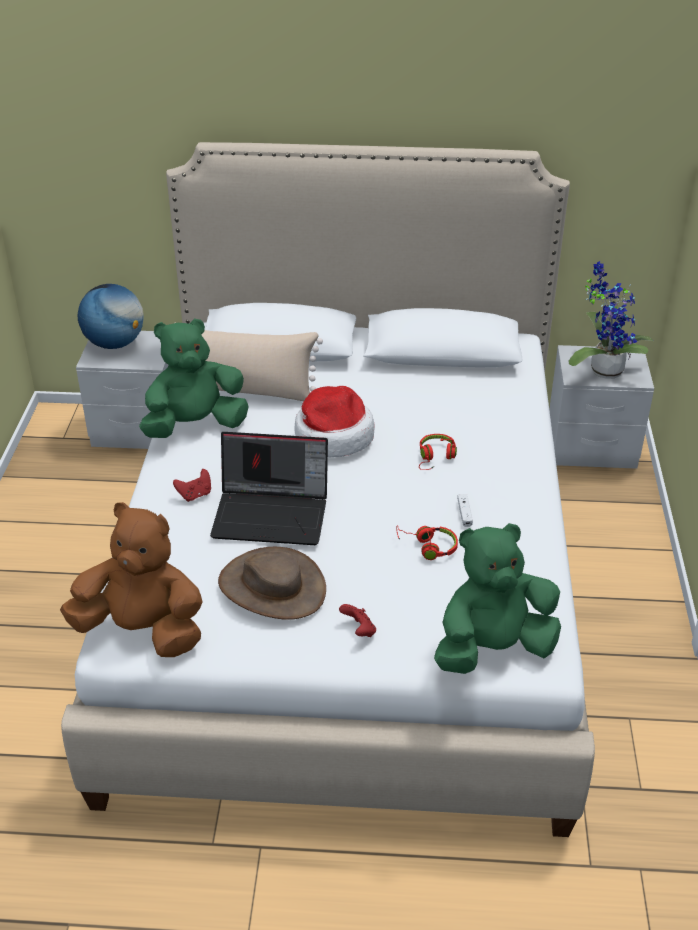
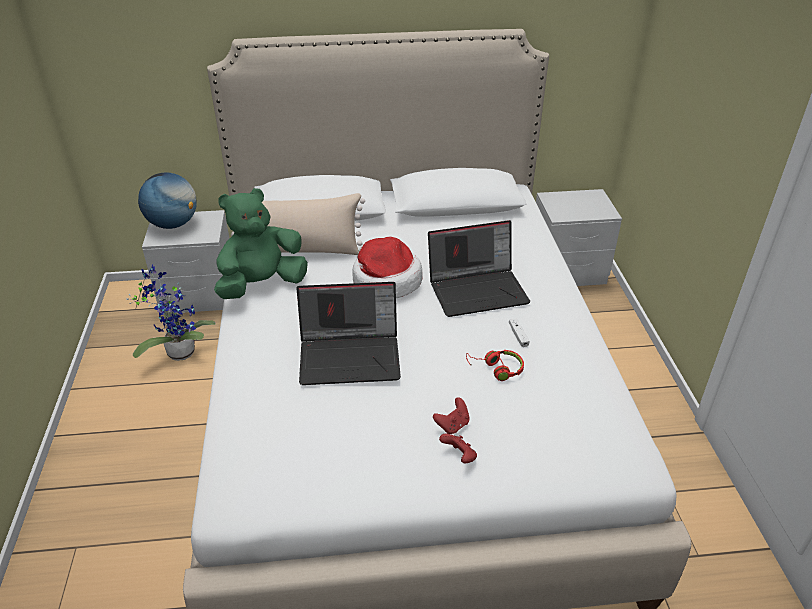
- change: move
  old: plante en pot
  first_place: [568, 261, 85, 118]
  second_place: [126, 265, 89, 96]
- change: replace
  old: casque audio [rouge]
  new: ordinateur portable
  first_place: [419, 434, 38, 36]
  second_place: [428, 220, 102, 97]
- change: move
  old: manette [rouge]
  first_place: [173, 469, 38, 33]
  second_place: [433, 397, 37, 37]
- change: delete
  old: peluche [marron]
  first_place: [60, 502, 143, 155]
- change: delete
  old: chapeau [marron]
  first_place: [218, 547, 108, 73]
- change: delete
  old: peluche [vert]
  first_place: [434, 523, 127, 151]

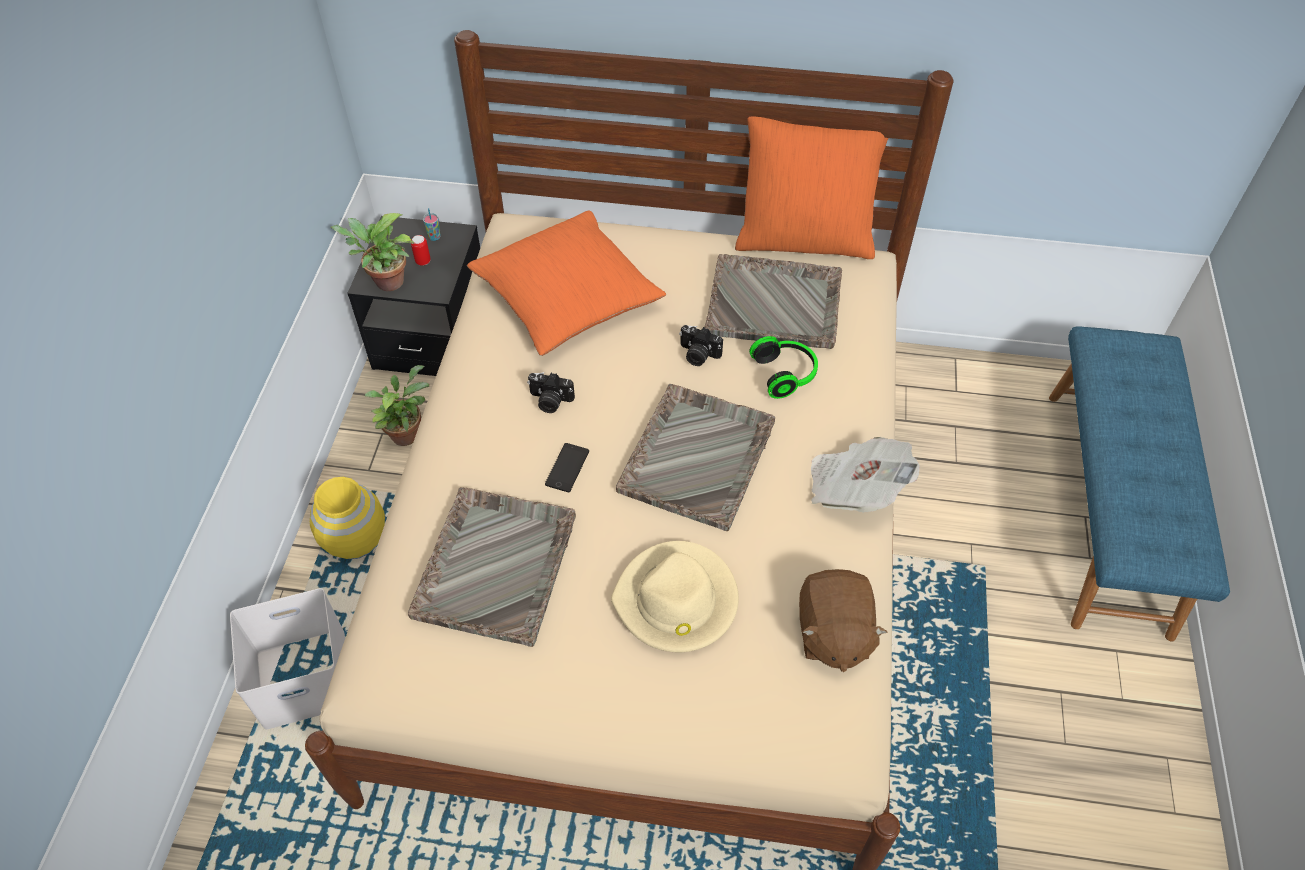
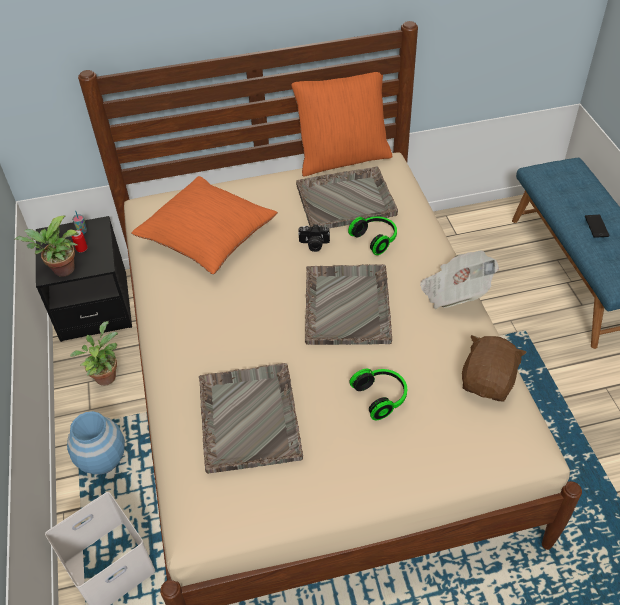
- change: recolor
  old: vase [jaune]
  new: vase [bleu]
  first_place: [310, 477, 75, 82]
  second_place: [67, 411, 58, 64]
- change: replace
  old: chapeau [beige]
  new: casque audio
  first_place: [611, 541, 128, 111]
  second_place: [349, 369, 58, 51]
- change: rotate
  old: peluche [marron]
  first_place: [799, 569, 88, 103]
  second_place: [462, 335, 65, 66]
  degrees: -135
- change: move
  old: téléphone
  first_place: [545, 443, 44, 49]
  second_place: [585, 215, 24, 23]
- change: delete
  old: appareil photo
  first_place: [527, 372, 48, 41]

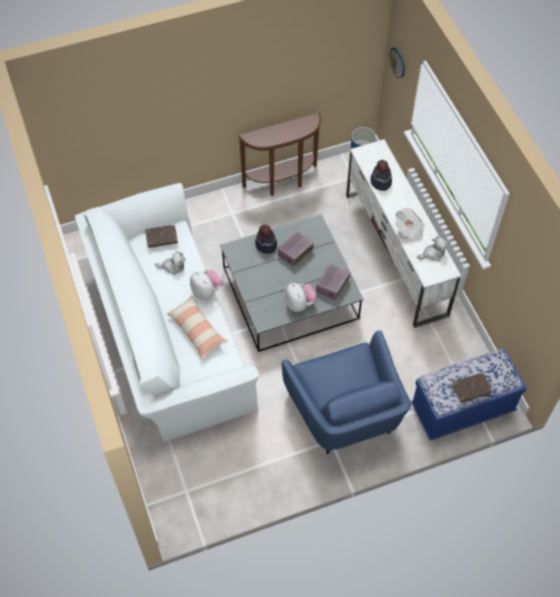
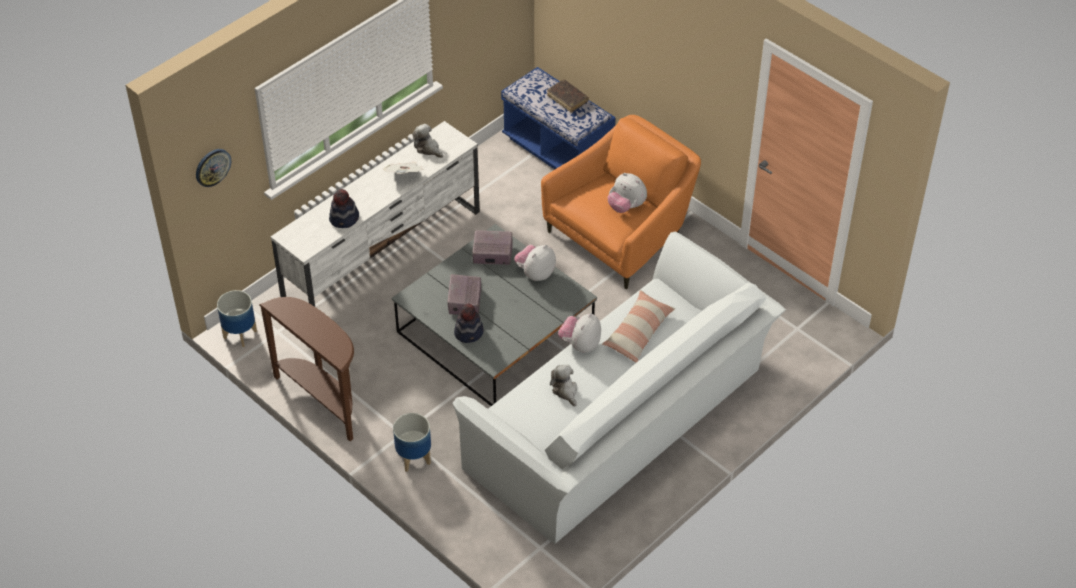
- change: insert
  new: cache-pot
  second_place: [393, 413, 38, 59]
- change: rotate
  old: radio
  first_place: [278, 232, 36, 35]
  second_place: [448, 274, 33, 41]
  degrees: -105
- change: recolor
  old: fauteuil [bleu]
  new: fauteuil [orange]
  first_place: [282, 331, 129, 123]
  second_place: [541, 115, 160, 174]
- change: insert
  new: peluche
  second_place: [608, 173, 39, 40]
- change: delete
  old: livre [marron]
  first_place: [145, 225, 33, 23]

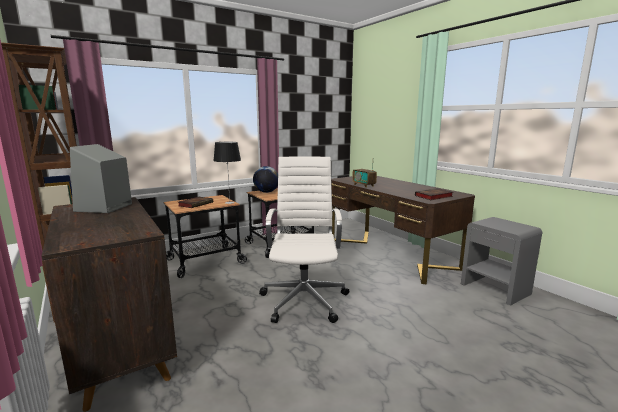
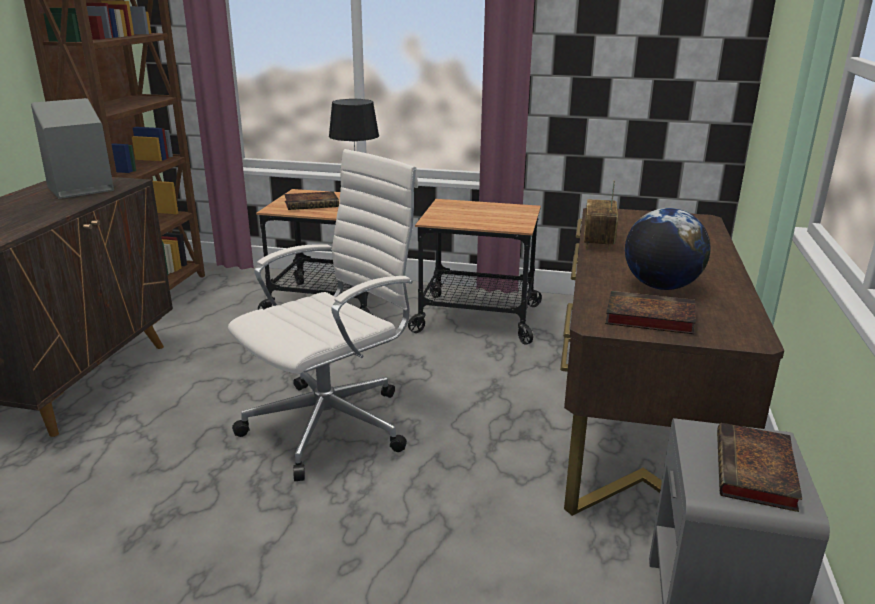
- change: move
  old: globe
  first_place: [253, 166, 25, 27]
  second_place: [625, 208, 86, 82]
- change: insert
  new: livre
  second_place: [717, 423, 85, 89]

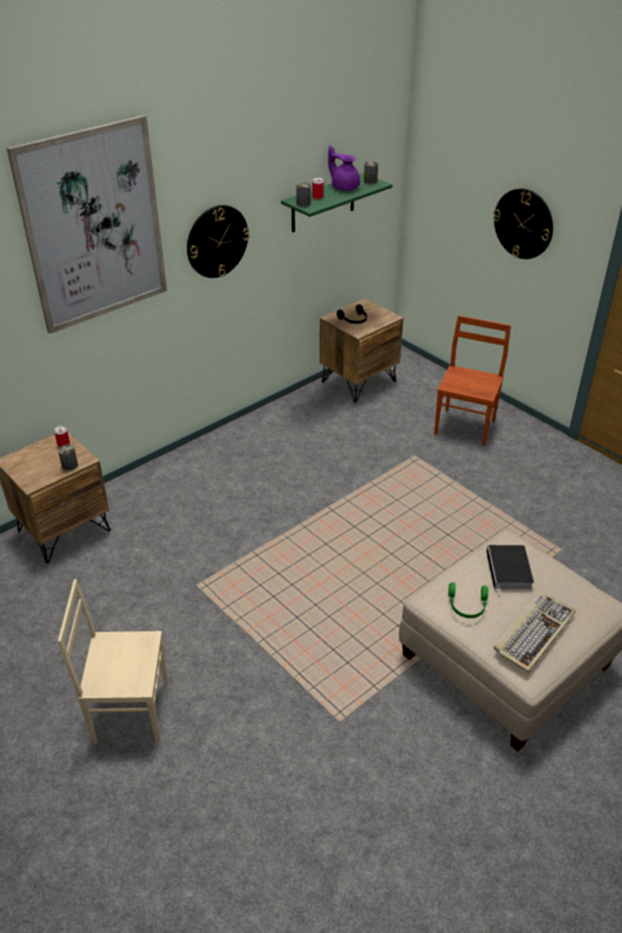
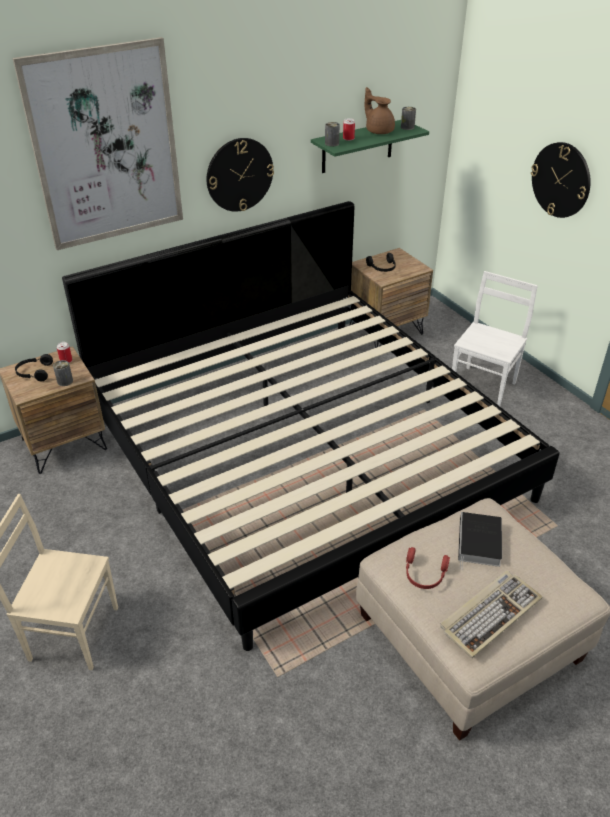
- change: insert
  new: casque audio [noir]
  second_place: [15, 354, 38, 27]
- change: insert
  new: lit
  second_place: [62, 201, 498, 450]
- change: recolor
  old: théière [violet]
  new: théière [marron]
  first_place: [328, 146, 32, 45]
  second_place: [365, 87, 30, 47]
- change: recolor
  old: casque audio [vert]
  new: casque audio [rouge]
  first_place: [448, 582, 40, 36]
  second_place: [406, 547, 44, 42]
- change: recolor
  old: chaise [marron]
  new: chaise [blanc]
  first_place: [434, 315, 77, 131]
  second_place: [452, 271, 86, 135]

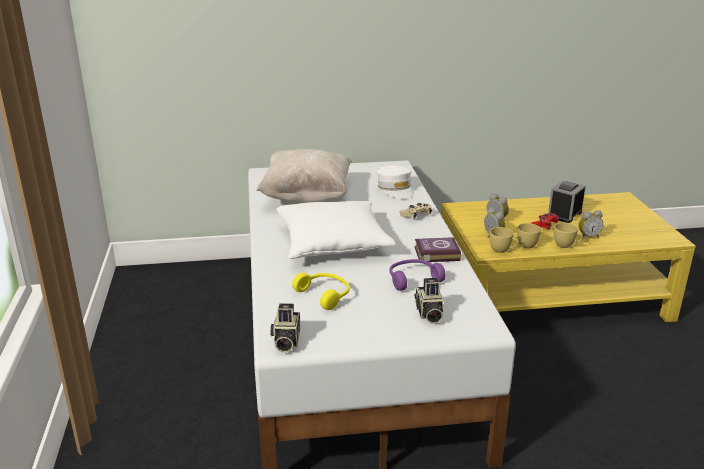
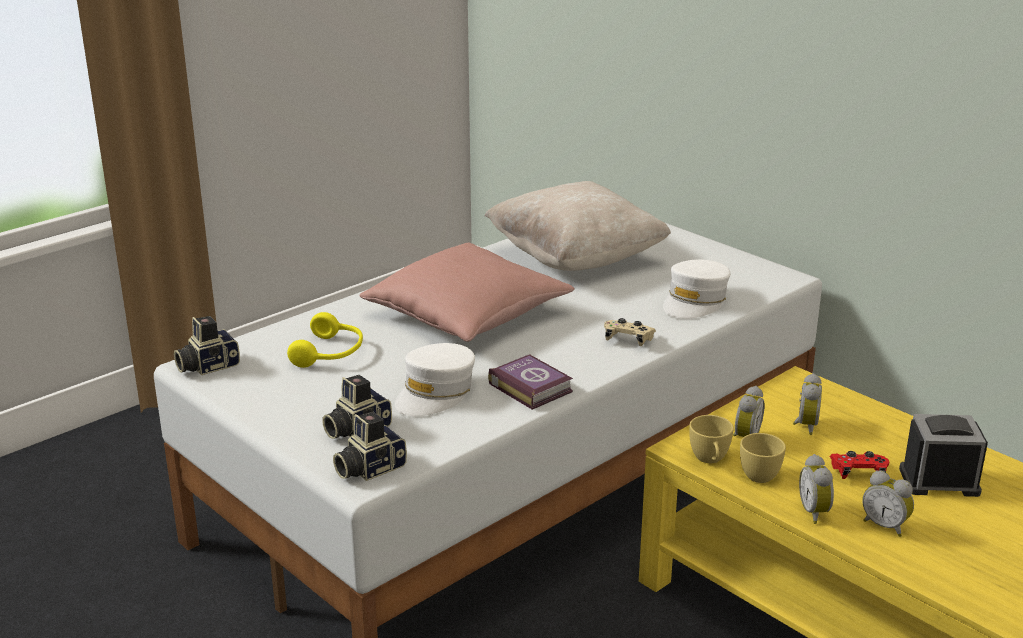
- change: insert
  new: appareil photo
  second_place: [333, 412, 74, 69]
- change: recolor
  old: coussin [blanc]
  new: coussin [rose]
  first_place: [276, 201, 120, 58]
  second_place: [360, 243, 215, 99]
- change: replace
  old: casque audio [violet]
  new: casquette [blanc]
  first_place: [389, 259, 57, 32]
  second_place: [395, 343, 80, 73]
- change: replace
  old: tasse [jaune]
  new: réveil
  first_place: [554, 223, 29, 25]
  second_place: [799, 454, 35, 70]

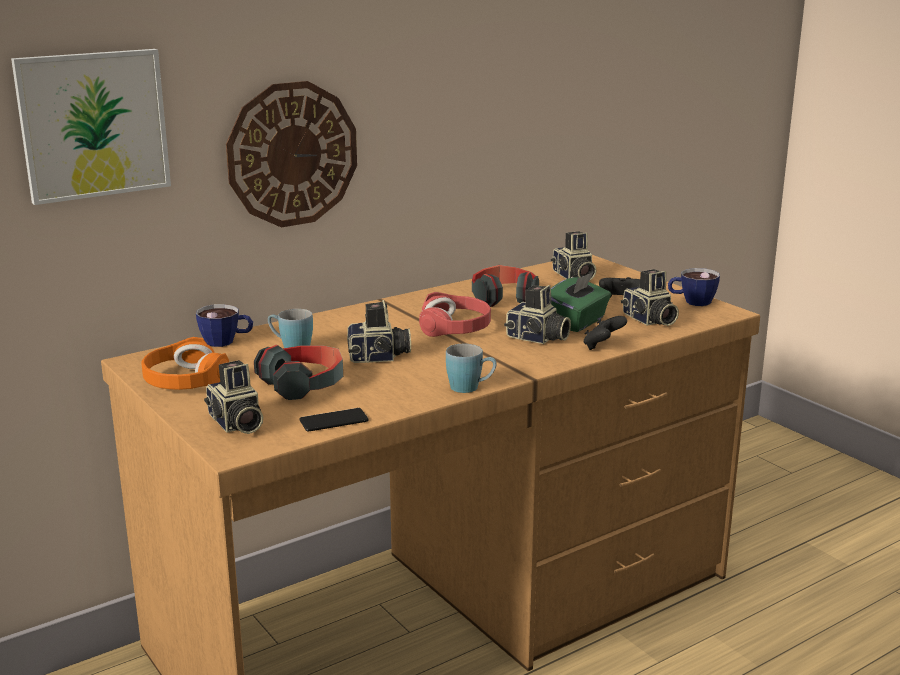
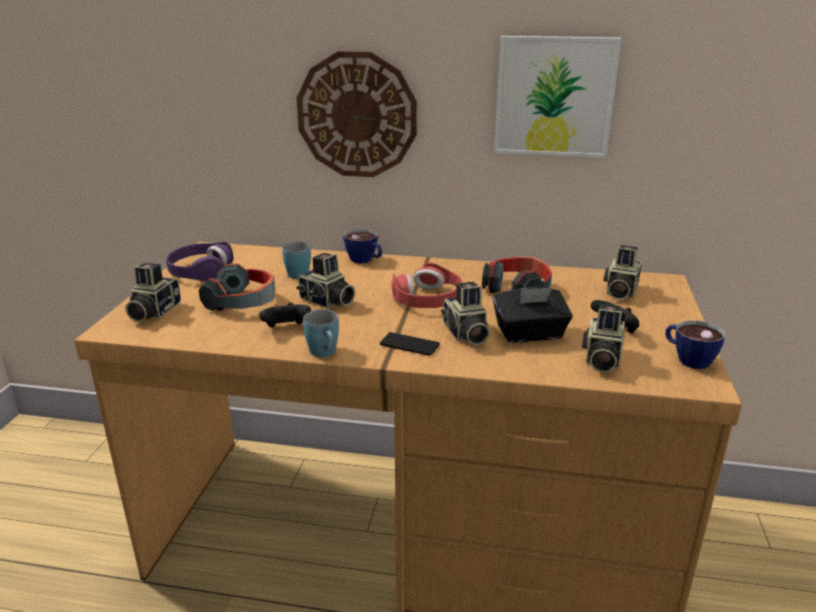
- change: recolor
  old: casque audio [orange]
  new: casque audio [violet]
  first_place: [142, 337, 87, 53]
  second_place: [166, 241, 68, 41]
- change: move
  old: manette [noir]
  first_place: [583, 316, 44, 34]
  second_place: [259, 303, 52, 24]
- change: move
  old: tasse
  first_place: [196, 304, 57, 43]
  second_place: [343, 229, 39, 34]
- change: move
  old: téléphone
  first_place: [299, 408, 70, 24]
  second_place: [380, 332, 60, 24]
- change: recolor
  old: boîte à mouchoirs [vert]
  new: boîte à mouchoirs [noir]
  first_place: [551, 272, 60, 60]
  second_place: [493, 287, 79, 56]
- change: move
  old: tableau
  first_place: [11, 49, 160, 156]
  second_place: [494, 36, 127, 121]

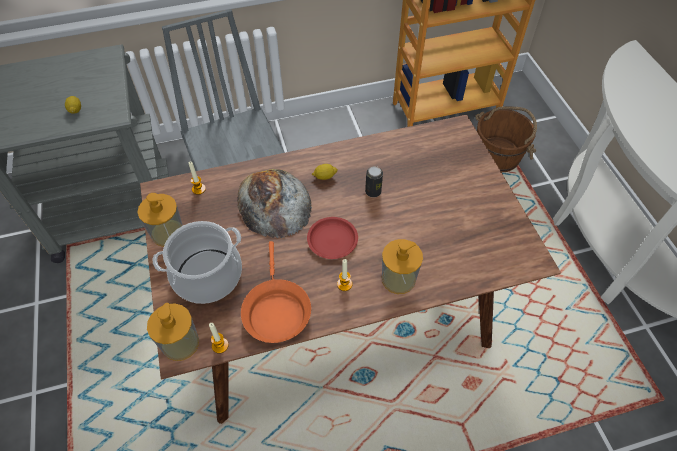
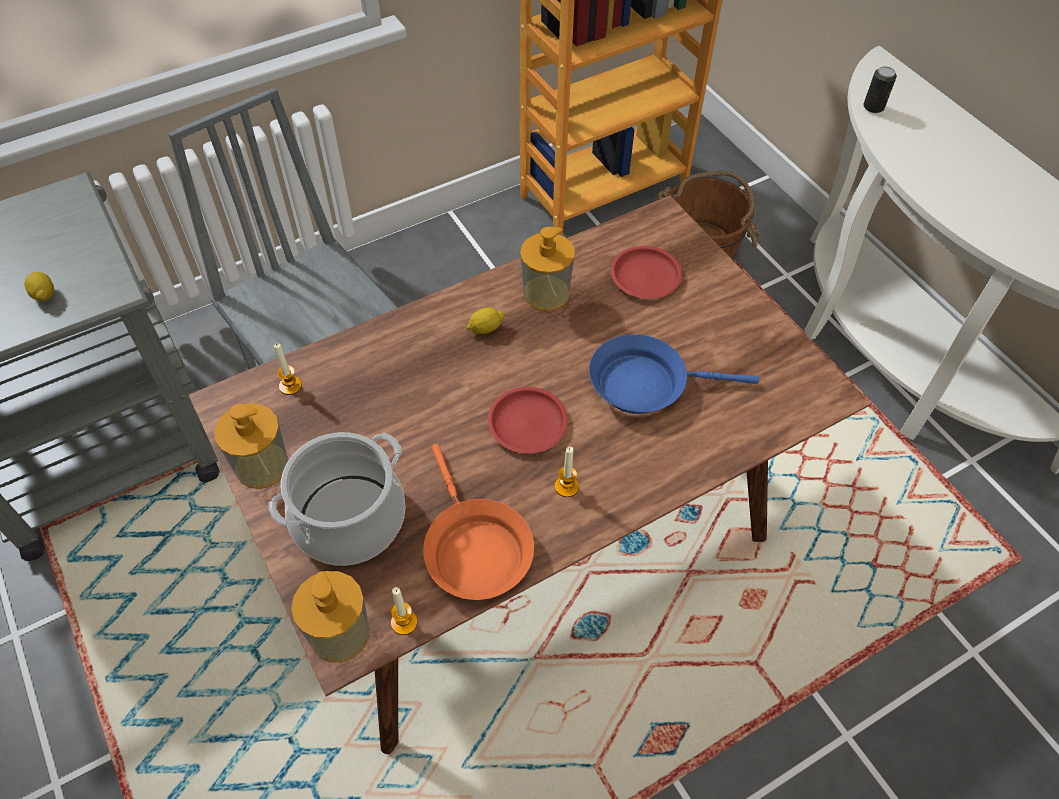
- change: move
  old: distributeur de savon
  first_place: [382, 239, 41, 55]
  second_place: [520, 227, 55, 84]
- change: insert
  new: poêle [bleu]
  second_place: [589, 334, 170, 80]
- change: insert
  new: assiette [rouge]
  second_place: [611, 246, 71, 53]
- change: move
  old: boîte métallique
  first_place: [365, 166, 18, 31]
  second_place: [863, 66, 34, 47]
- change: delete
  old: pain
  first_place: [237, 169, 75, 69]

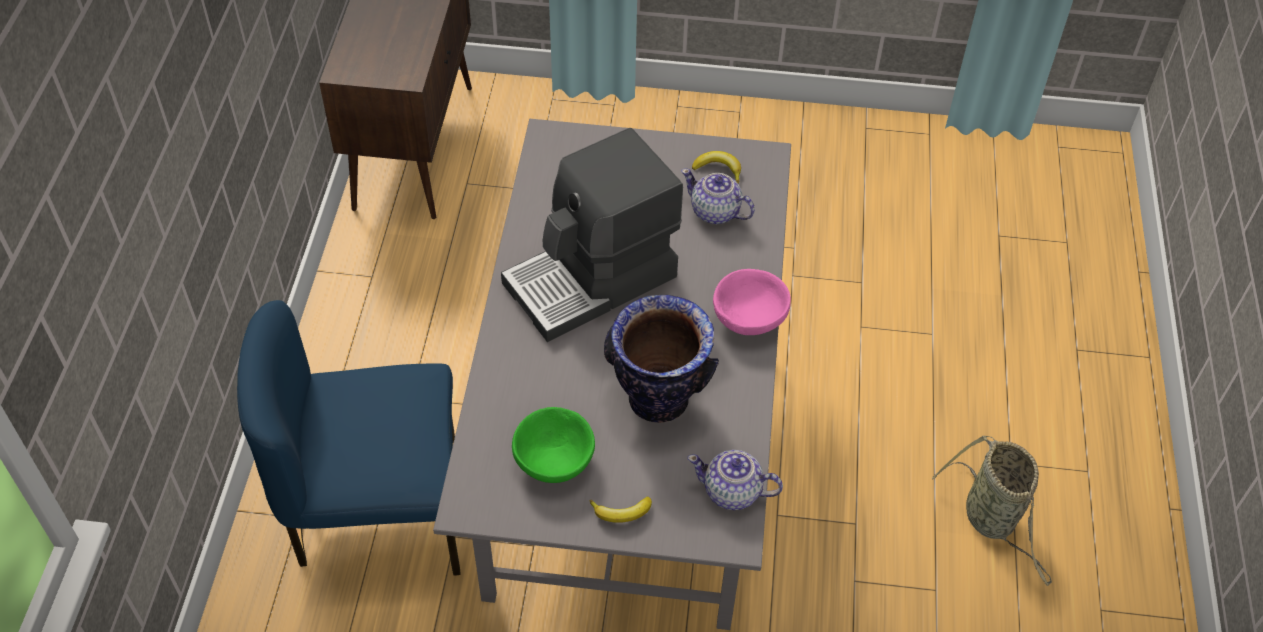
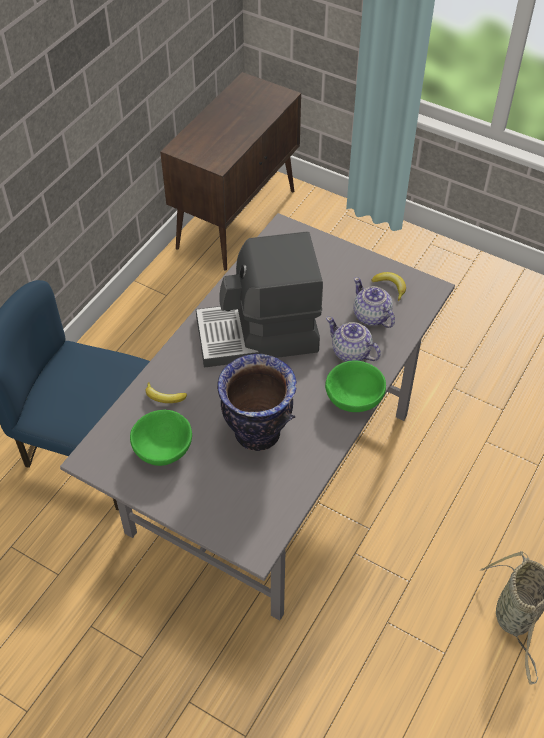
- change: move
  old: banane
  first_place: [590, 496, 62, 27]
  second_place: [146, 382, 41, 21]
- change: recolor
  old: bol [rose]
  new: bol [vert]
  first_place: [713, 269, 78, 66]
  second_place: [325, 360, 61, 52]
- change: move
  old: théière
  first_place: [687, 450, 96, 60]
  second_place: [326, 317, 55, 45]

